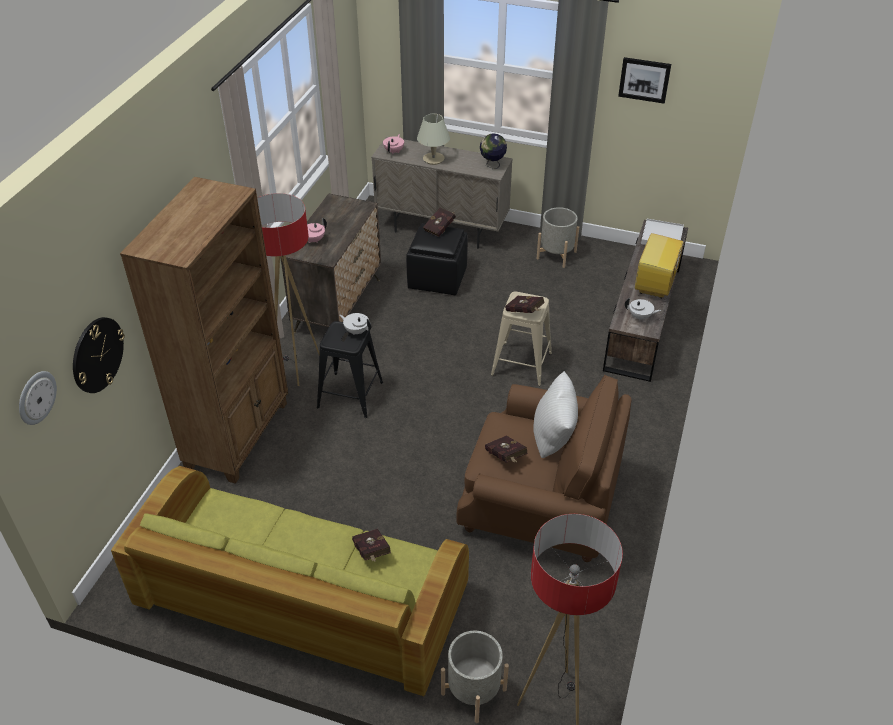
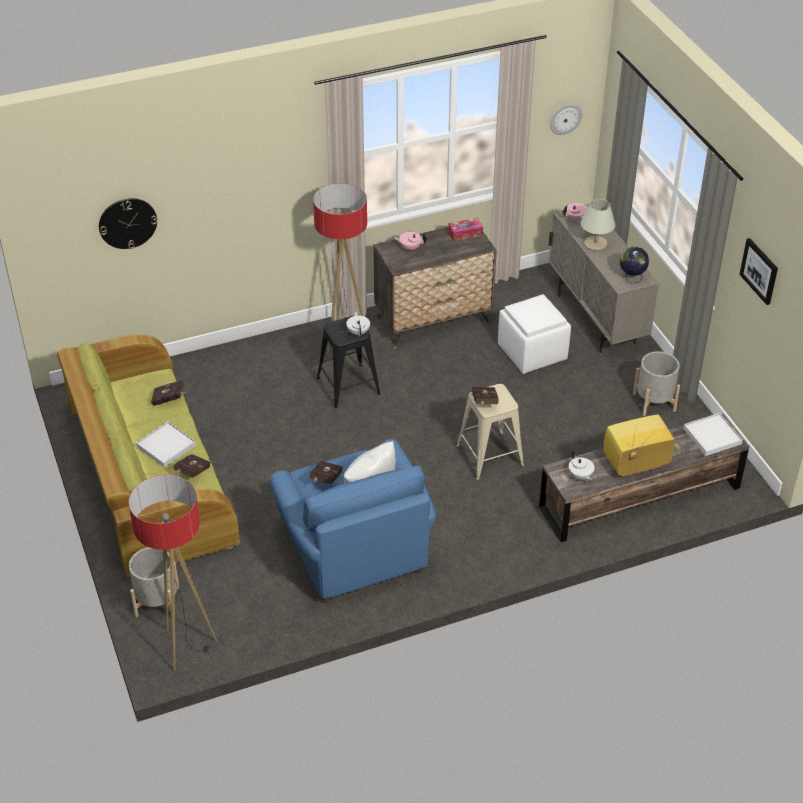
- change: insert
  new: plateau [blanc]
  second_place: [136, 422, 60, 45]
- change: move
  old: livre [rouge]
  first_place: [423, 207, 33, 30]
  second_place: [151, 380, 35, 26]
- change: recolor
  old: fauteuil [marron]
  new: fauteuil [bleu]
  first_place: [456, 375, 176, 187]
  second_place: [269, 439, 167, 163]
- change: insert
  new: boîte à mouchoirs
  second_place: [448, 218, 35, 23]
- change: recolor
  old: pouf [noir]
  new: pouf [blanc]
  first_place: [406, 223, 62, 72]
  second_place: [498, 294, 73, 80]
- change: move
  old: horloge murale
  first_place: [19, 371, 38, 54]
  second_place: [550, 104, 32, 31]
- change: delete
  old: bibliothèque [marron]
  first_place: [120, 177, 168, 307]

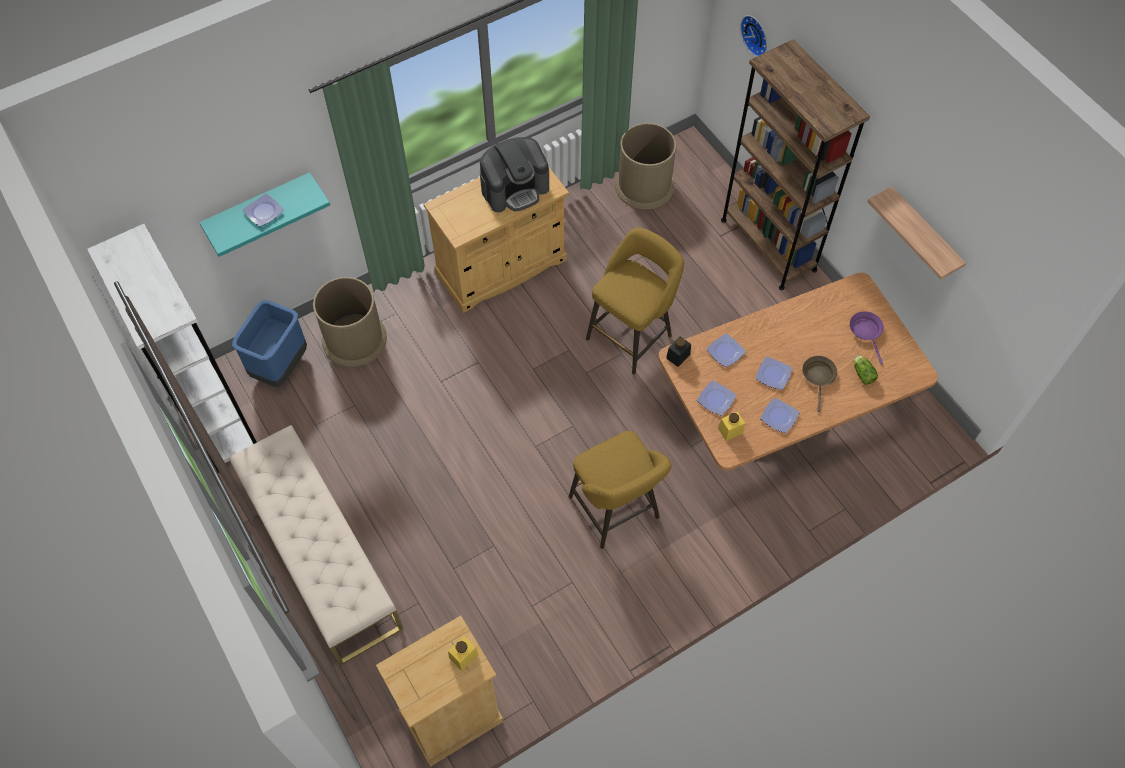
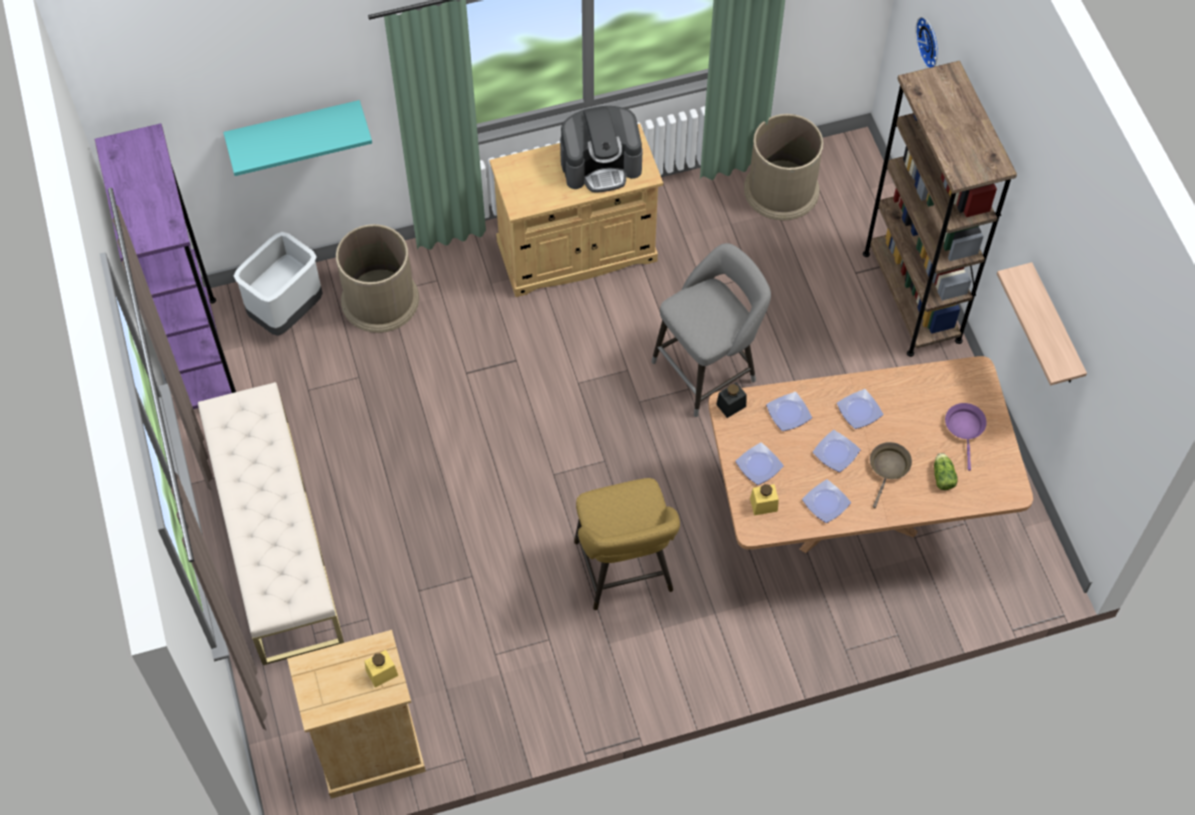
- change: recolor
  old: bibliothèque [blanc]
  new: bibliothèque [violet]
  first_place: [87, 224, 170, 249]
  second_place: [94, 123, 142, 286]
- change: recolor
  old: poubelle [bleu]
  new: poubelle [gris]
  first_place: [232, 300, 75, 87]
  second_place: [234, 232, 89, 104]
- change: recolor
  old: tabouret [jaune]
  new: tabouret [gris]
  first_place: [586, 228, 98, 146]
  second_place: [652, 243, 119, 174]
- change: move
  old: assiette
  first_place: [243, 194, 41, 32]
  second_place: [837, 389, 46, 40]

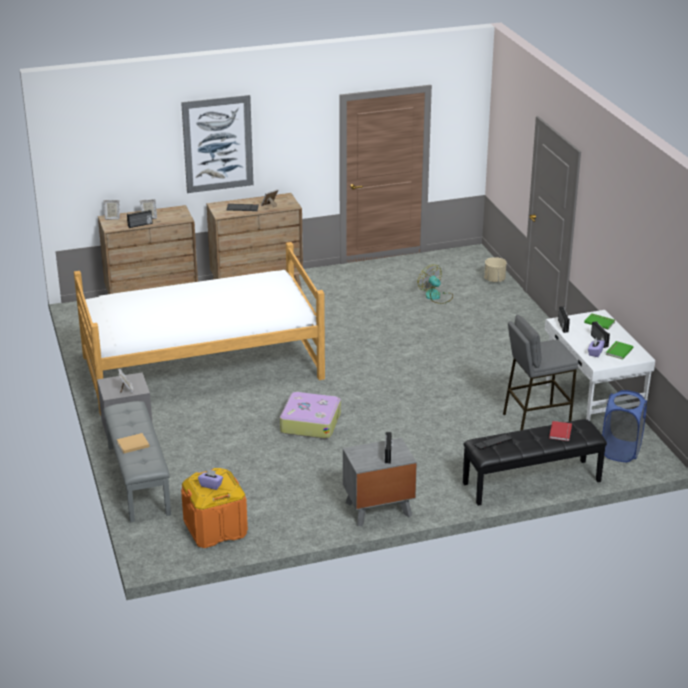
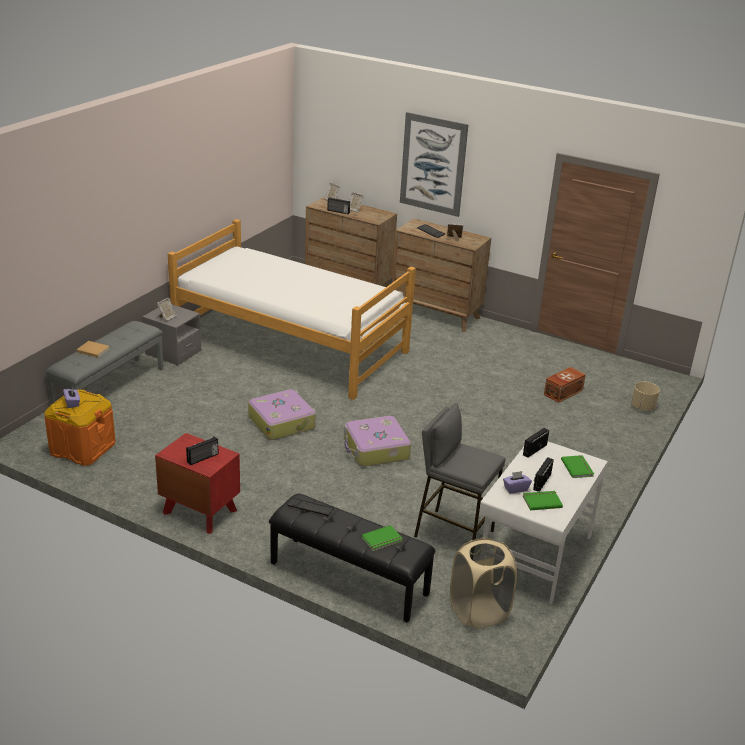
- change: recolor
  old: table de chevet [gris]
  new: table de chevet [rouge]
  first_place: [343, 438, 74, 89]
  second_place: [155, 433, 85, 100]
- change: insert
  new: valise
  second_place: [344, 416, 67, 51]
- change: recolor
  old: livre [rouge]
  new: livre [vert]
  first_place: [549, 421, 23, 20]
  second_place: [361, 525, 42, 26]
- change: recolor
  old: panier à linge [bleu]
  new: panier à linge [beige]
  first_place: [602, 390, 45, 72]
  second_place: [450, 538, 67, 91]
- change: replace
  old: ventilateur
  new: boîte de rangement [marron]
  first_place: [418, 265, 35, 39]
  second_place: [544, 367, 42, 36]

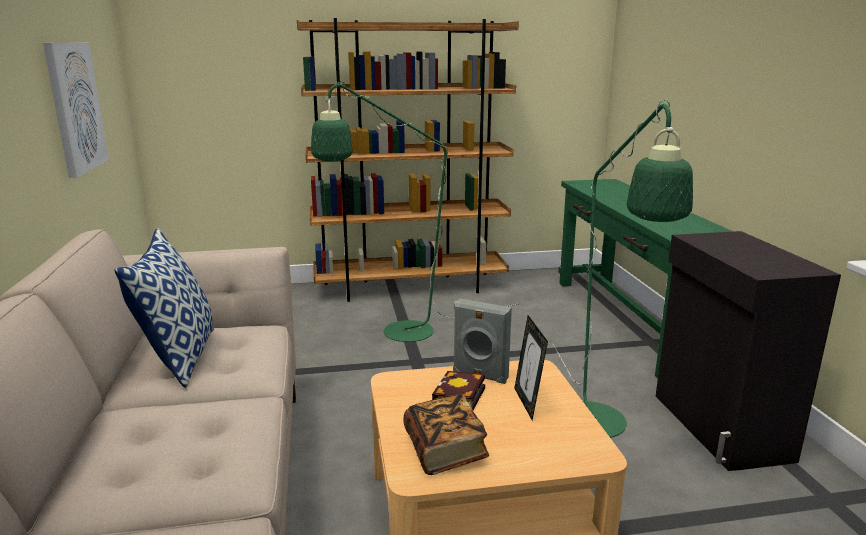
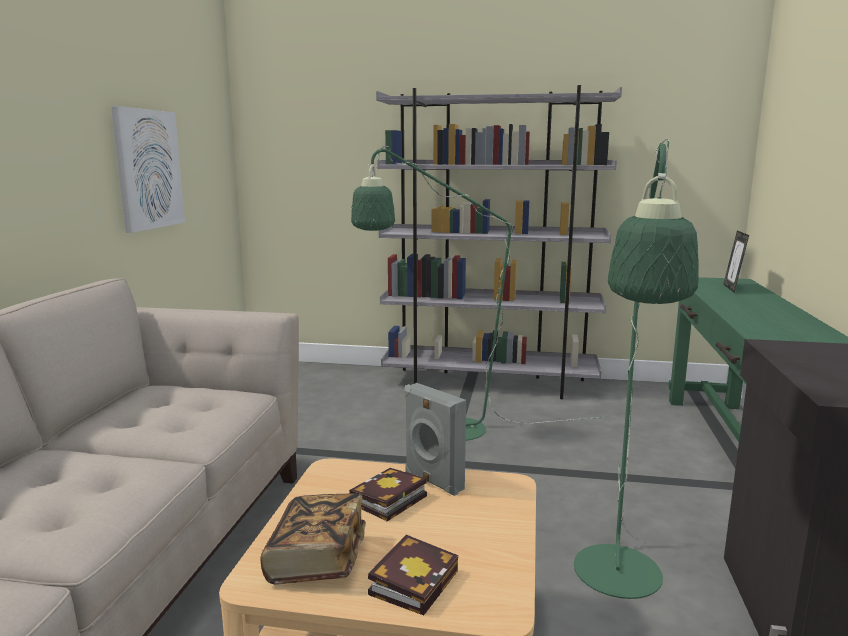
- change: insert
  new: livre
  second_place: [368, 535, 90, 80]
- change: recolor
  old: bibliothèque [marron]
  new: bibliothèque [gris]
  first_place: [297, 18, 222, 284]
  second_place: [376, 85, 246, 314]
- change: move
  old: cadre photo
  first_place: [514, 315, 34, 105]
  second_place: [723, 230, 26, 62]
- change: delete
  old: coussin
  first_place: [114, 228, 100, 160]

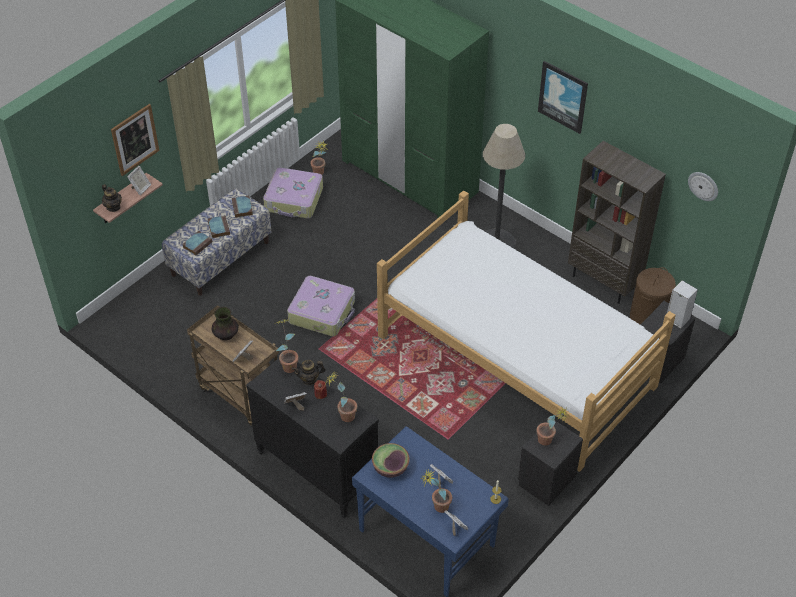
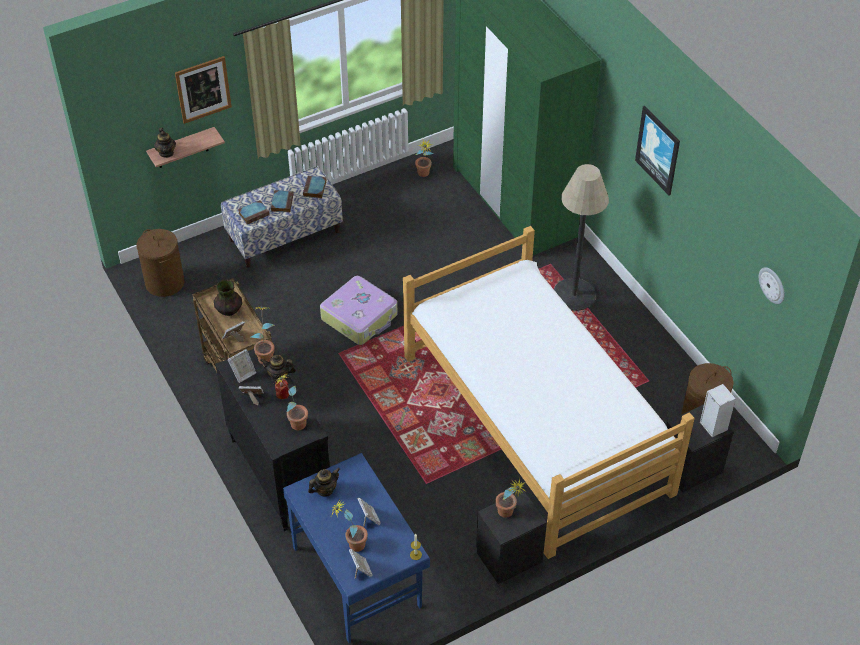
- change: insert
  new: panier à linge [marron]
  second_place: [136, 229, 48, 68]
- change: move
  old: cadre photo
  first_place: [127, 166, 24, 29]
  second_place: [228, 349, 28, 34]
- change: replace
  old: bol
  new: théière
  first_place: [372, 443, 38, 34]
  second_place: [308, 468, 32, 29]
- change: delete
  old: valise
  first_place: [263, 167, 60, 51]
- change: delete
  old: bibliothèque [marron]
  first_place: [568, 141, 98, 163]

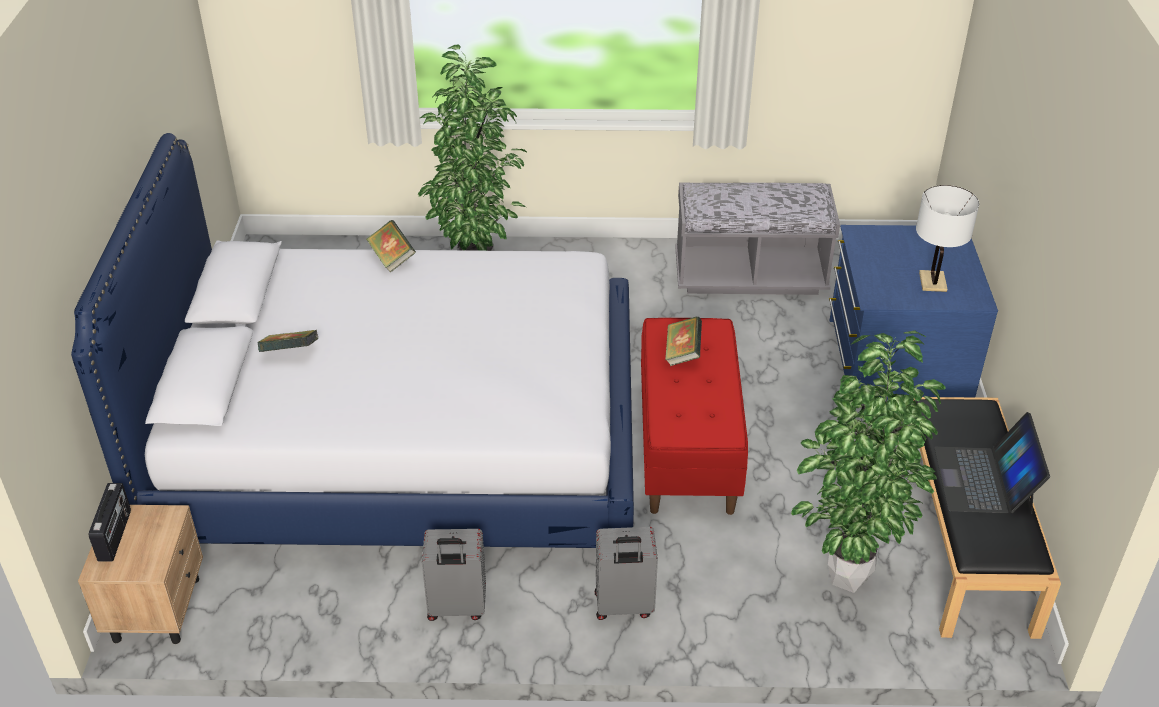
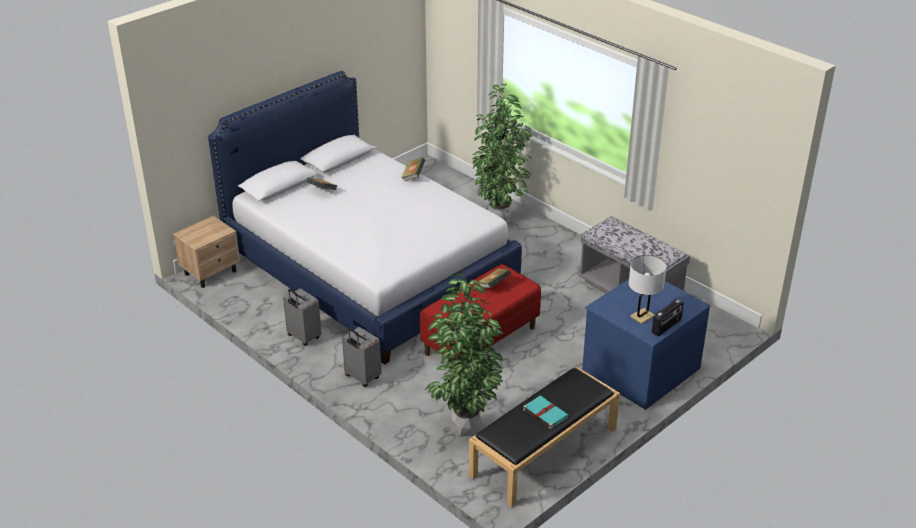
- change: replace
  old: ordinateur portable
  new: livre [turquoise]
  first_place: [934, 412, 116, 102]
  second_place: [523, 395, 46, 34]
- change: move
  old: radio
  first_place: [89, 483, 42, 79]
  second_place: [652, 299, 32, 37]

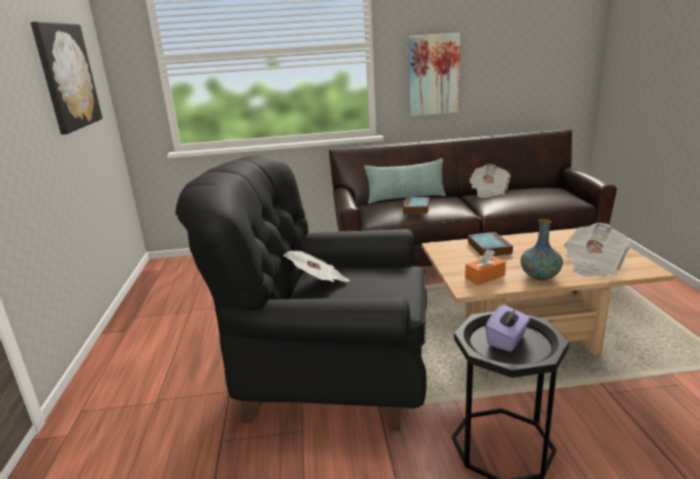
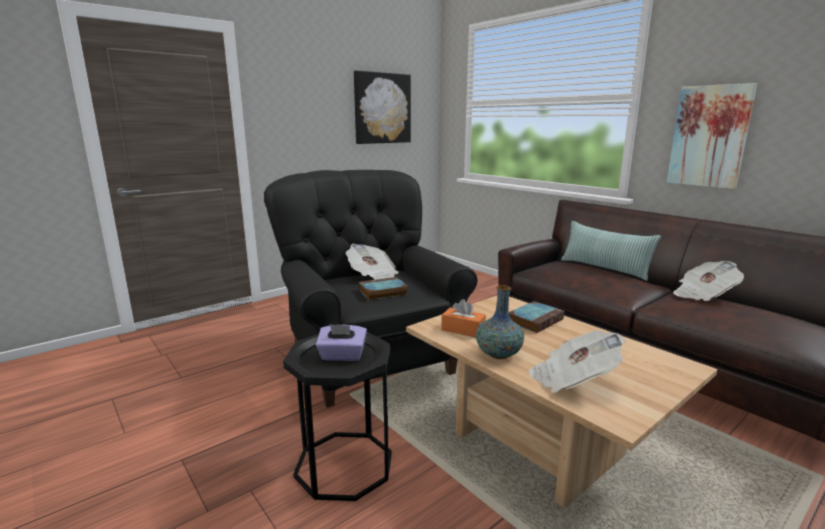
- change: move
  old: livre
  first_place: [403, 197, 27, 17]
  second_place: [359, 277, 49, 23]

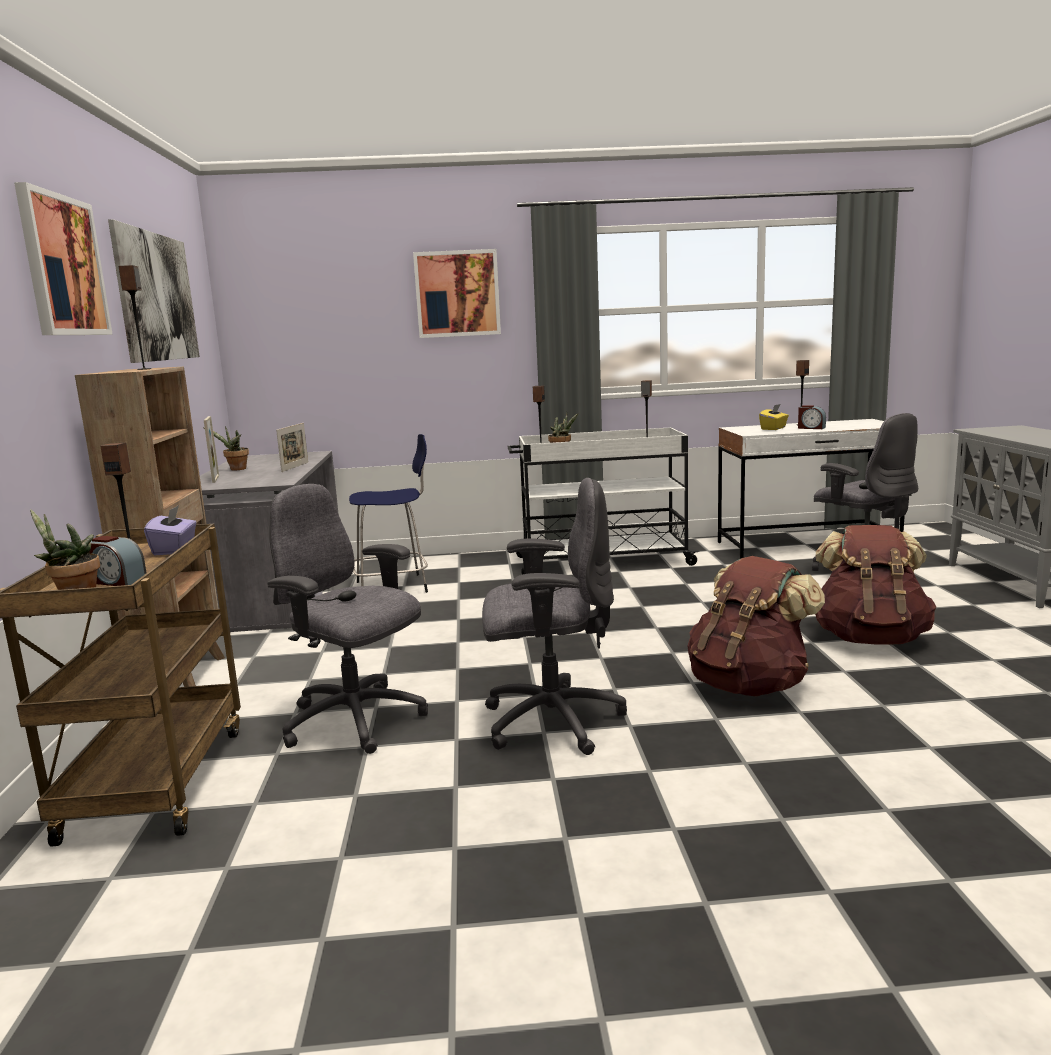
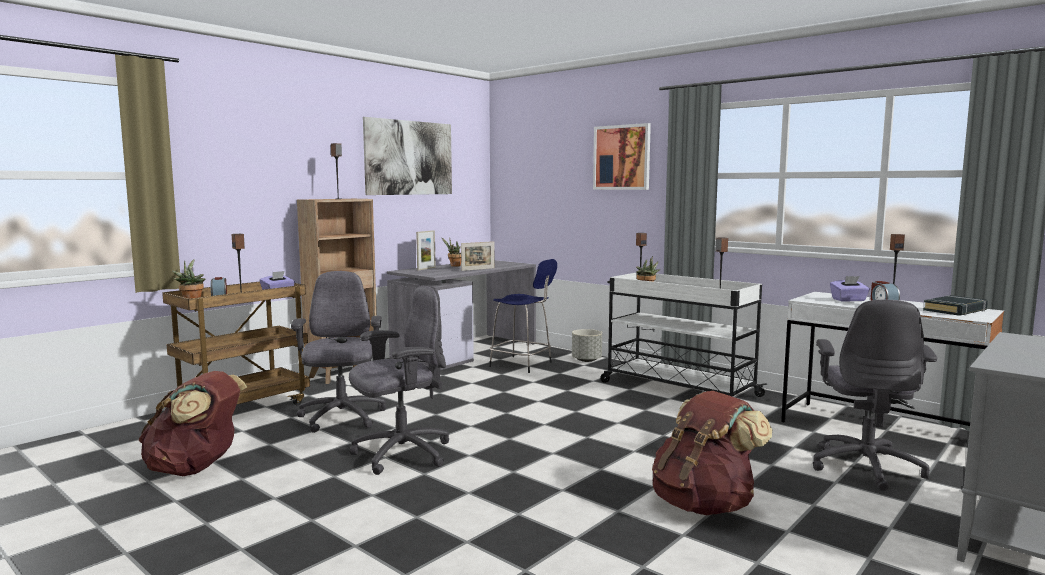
- change: move
  old: sac à dos [marron]
  first_place: [688, 556, 137, 140]
  second_place: [138, 371, 109, 105]
- change: rotate
  old: chaise de bureau [gris]
  first_place: [482, 478, 145, 277]
  second_place: [349, 286, 100, 189]
  degrees: -75
- change: insert
  new: cache-pot [gris]
  second_place: [572, 329, 30, 33]
- change: recolor
  old: boîte à mouchoirs [jaune]
  new: boîte à mouchoirs [violet]
  first_place: [759, 404, 30, 26]
  second_place: [830, 276, 40, 26]
- change: insert
  new: livre [noir]
  second_place: [923, 295, 65, 21]
- change: delete
  old: tableau
  first_place: [14, 182, 99, 153]

